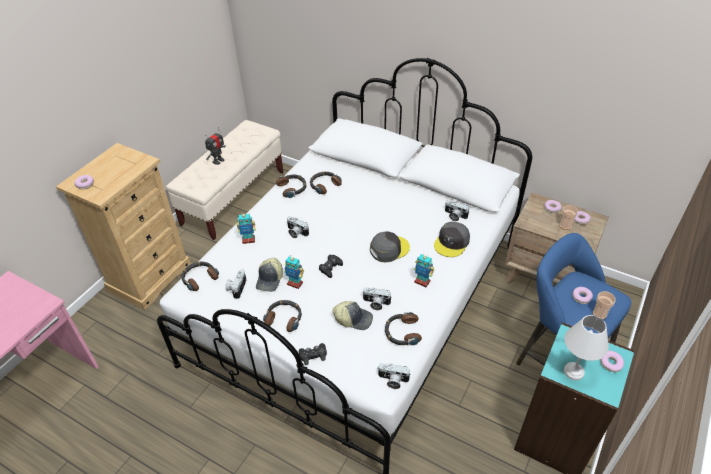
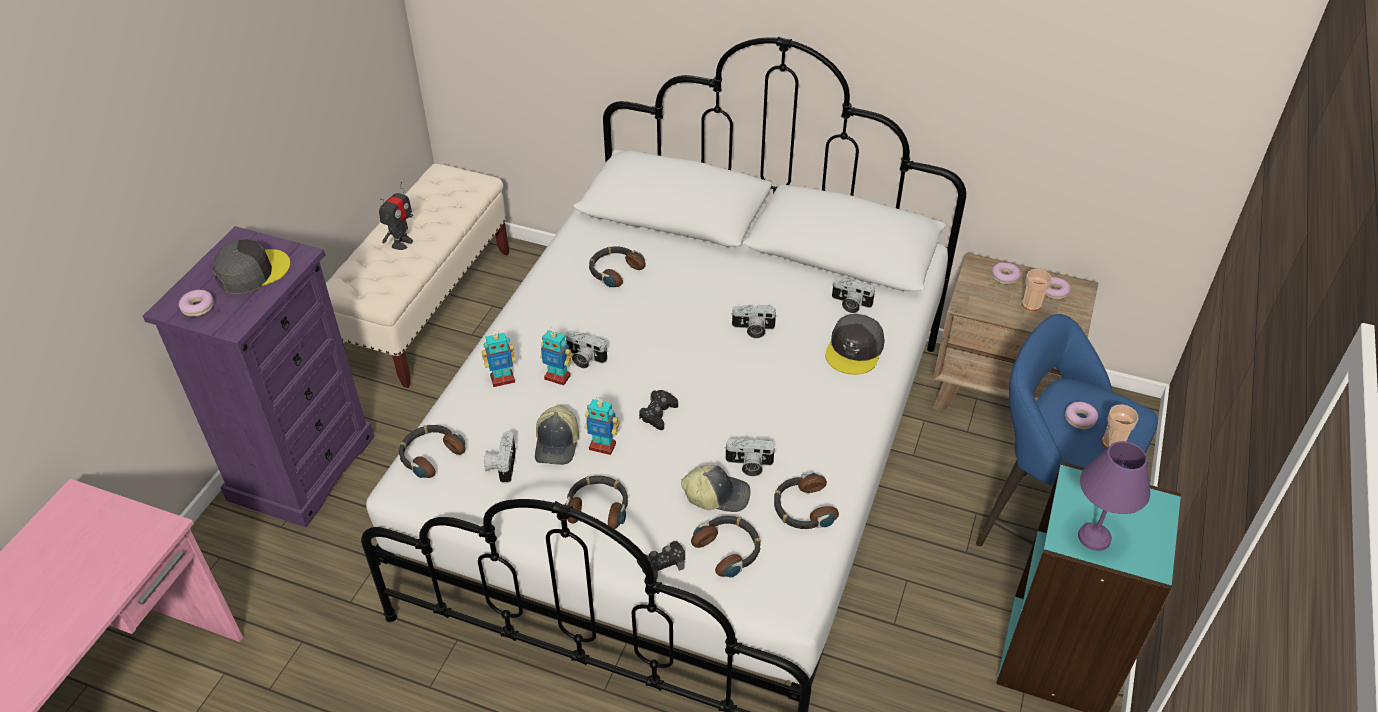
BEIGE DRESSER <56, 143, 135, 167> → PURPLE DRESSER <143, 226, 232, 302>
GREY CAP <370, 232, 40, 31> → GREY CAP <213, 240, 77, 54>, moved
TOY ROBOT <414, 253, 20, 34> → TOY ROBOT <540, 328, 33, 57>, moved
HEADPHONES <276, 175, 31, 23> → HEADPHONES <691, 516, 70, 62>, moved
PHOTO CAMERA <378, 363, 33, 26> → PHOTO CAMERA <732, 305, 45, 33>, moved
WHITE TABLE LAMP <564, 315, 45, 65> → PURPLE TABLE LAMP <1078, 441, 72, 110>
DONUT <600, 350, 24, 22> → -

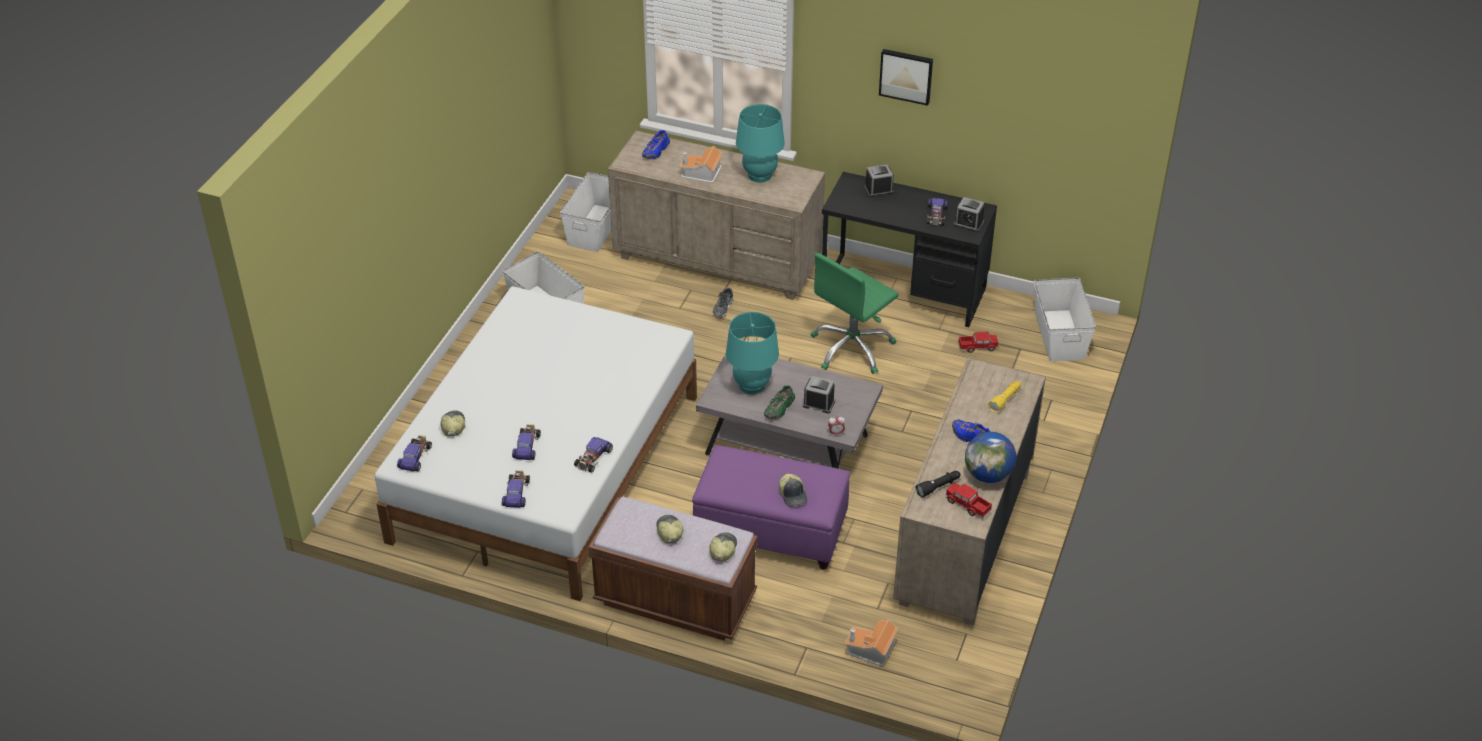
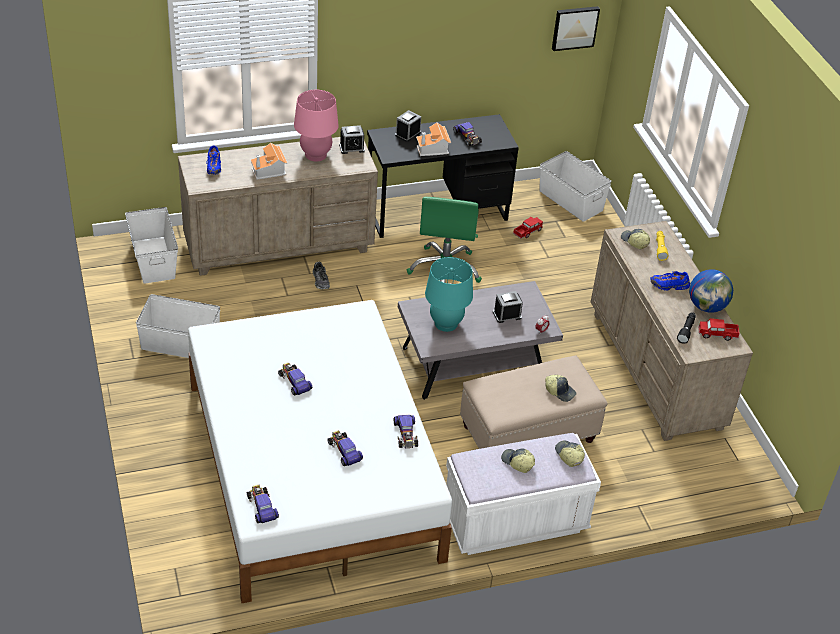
TOY CAR <502, 470, 28, 38> → TOY CAR <278, 362, 34, 33>, moved
TURQUOISE TABLE LAMP <736, 104, 49, 79> → PINK TABLE LAMP <294, 90, 45, 71>
ALARM CLOCK <954, 197, 31, 35> → ALARM CLOCK <339, 125, 26, 29>, moved
TOY HOUSE <845, 620, 54, 46> → TOY HOUSE <416, 122, 35, 34>, moved
BROWN BENCH <589, 497, 168, 144> → WHITE BENCH <446, 433, 155, 122>
PURPLE OTTOMAN <692, 445, 158, 125> → BEIGE OTTOMAN <460, 355, 148, 94>
PICTURE <879, 49, 54, 57> → PICTURE <552, 6, 48, 45>, moved
CAP <440, 410, 25, 26> → CAP <621, 229, 29, 20>, moved
GREEN SHOE <764, 385, 31, 35> → -

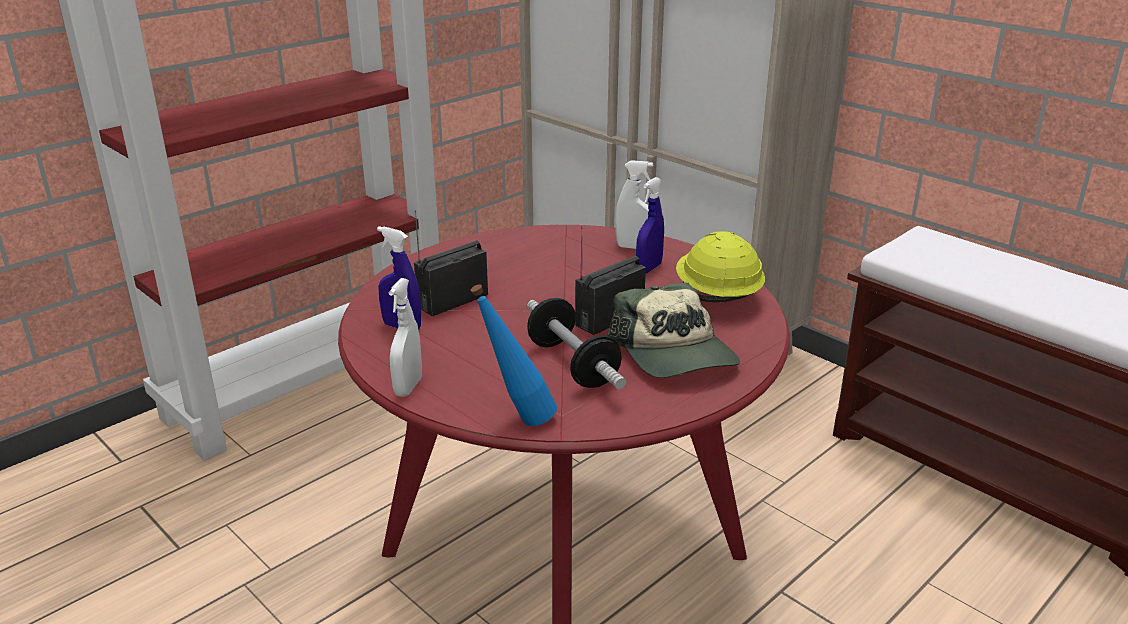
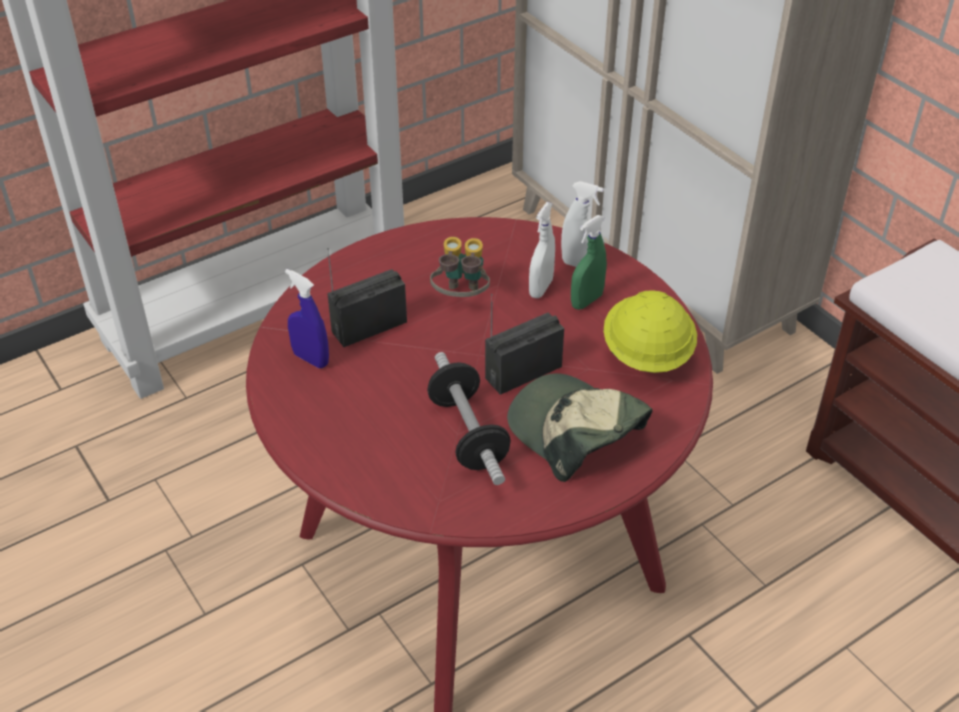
- → BINOCULARS <430, 237, 60, 60>
CAP <608, 282, 132, 96> → CAP <507, 373, 145, 109>, 150 degrees clockwise
WHITE SPRAY BOTTLE <389, 278, 33, 119> → WHITE SPRAY BOTTLE <529, 202, 26, 96>, moved
BLUE SPRAY BOTTLE <636, 177, 28, 96> → GREEN SPRAY BOTTLE <571, 215, 36, 95>
BLUE BOTTLE <470, 284, 87, 142> → -

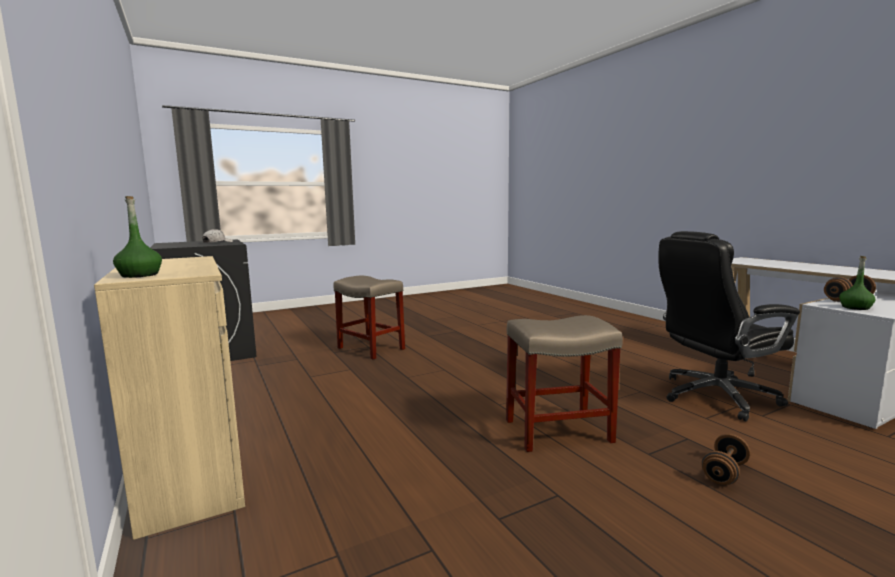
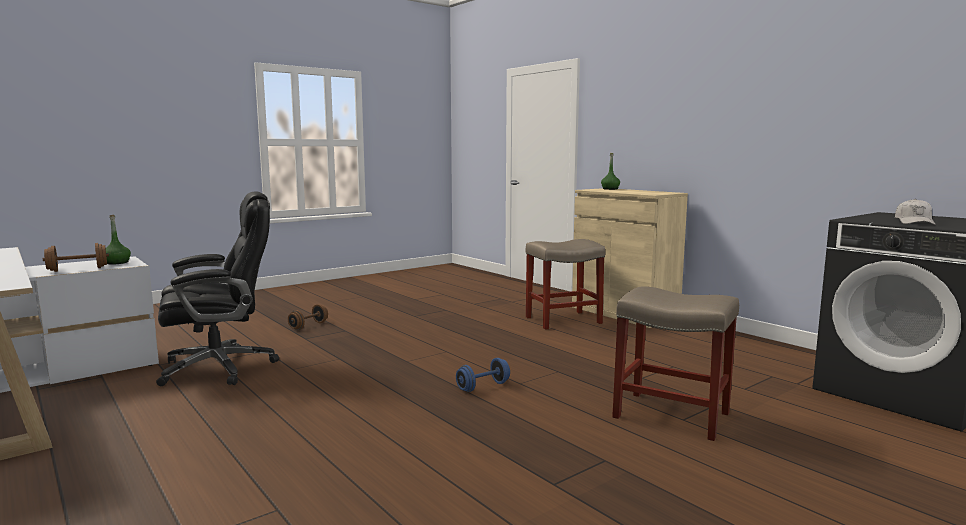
- → BLUE DUMBBELL <456, 358, 54, 34>
BEIGE STOOL <506, 315, 117, 137> → BEIGE STOOL <526, 239, 79, 91>, moved

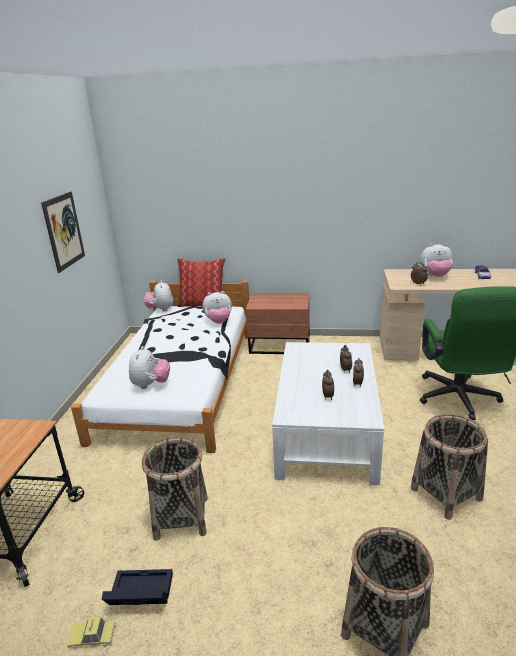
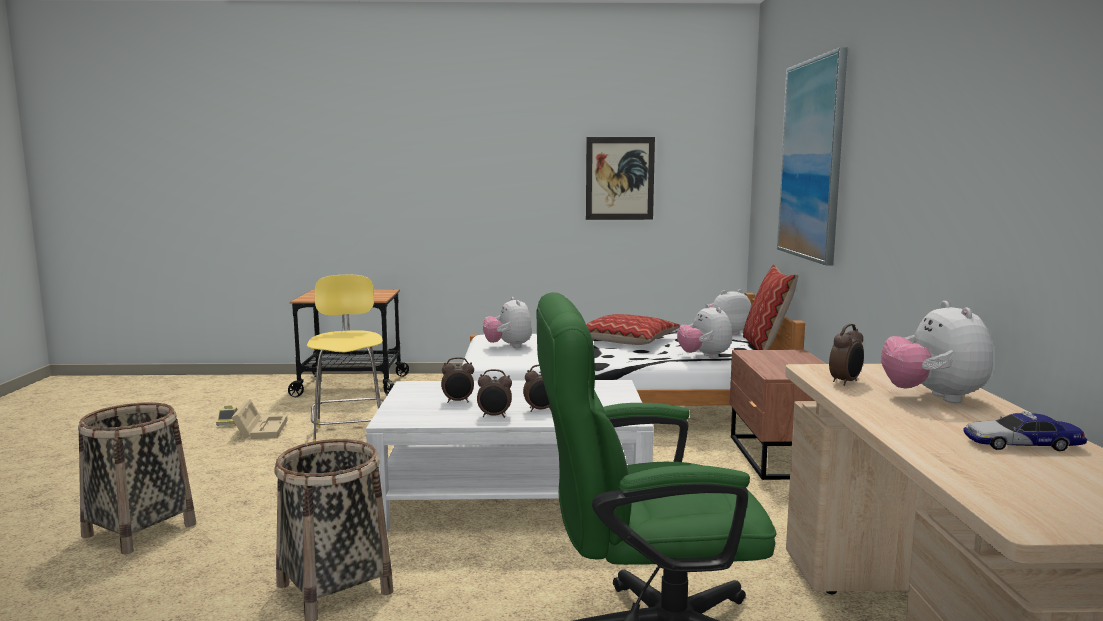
BLACK STORAGE BOX <102, 569, 71, 36> → BEIGE STORAGE BOX <231, 399, 57, 40>
BASKET <142, 436, 66, 105> → YELLOW STOOL <307, 275, 77, 167>
PLUSH TOY <129, 346, 41, 43> → PLUSH TOY <483, 297, 49, 51>, 75 degrees clockwise
- → PILLOW <586, 314, 94, 31>
- → PICTURE <777, 47, 71, 219>

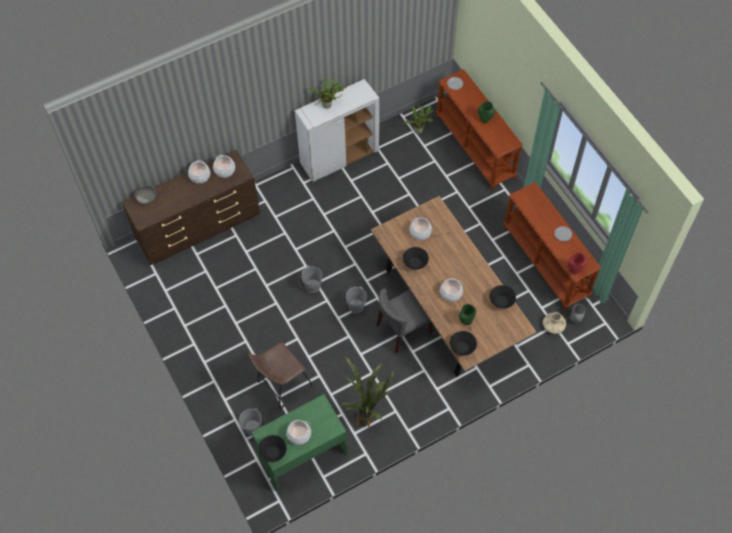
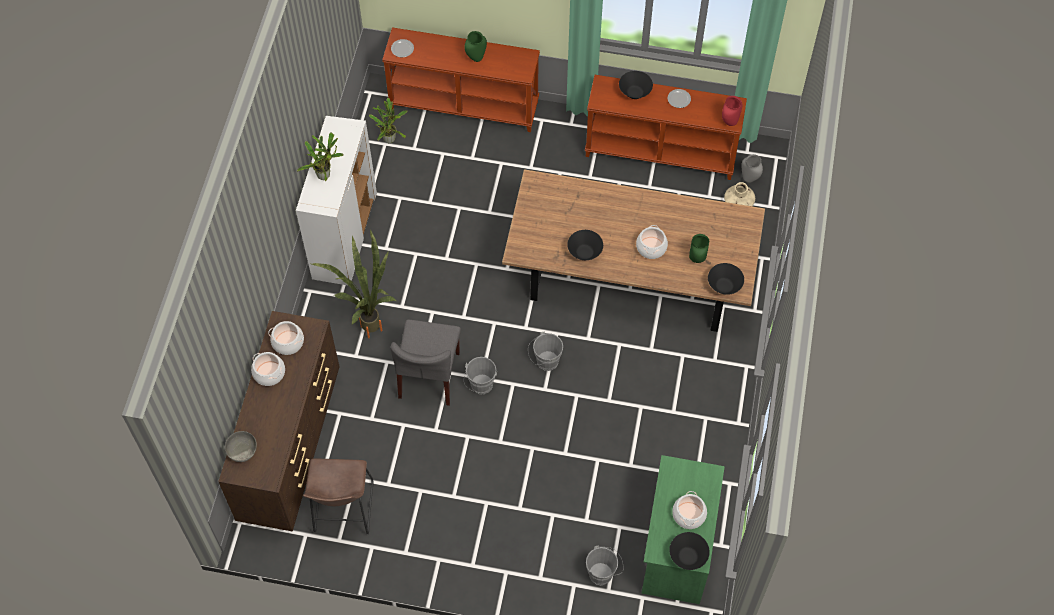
BROWN STOOL <249, 342, 63, 67> → BROWN STOOL <303, 458, 71, 76>, moved
POTTED PLANT <340, 357, 55, 71> → POTTED PLANT <312, 230, 84, 108>, moved
GREY CHAIR <376, 288, 57, 65> → GREY CHAIR <391, 320, 70, 86>, moved
BLACK BOWL <490, 285, 26, 24> → BLACK BOWL <619, 71, 34, 28>, moved
COOKING POT <409, 217, 23, 23> → -

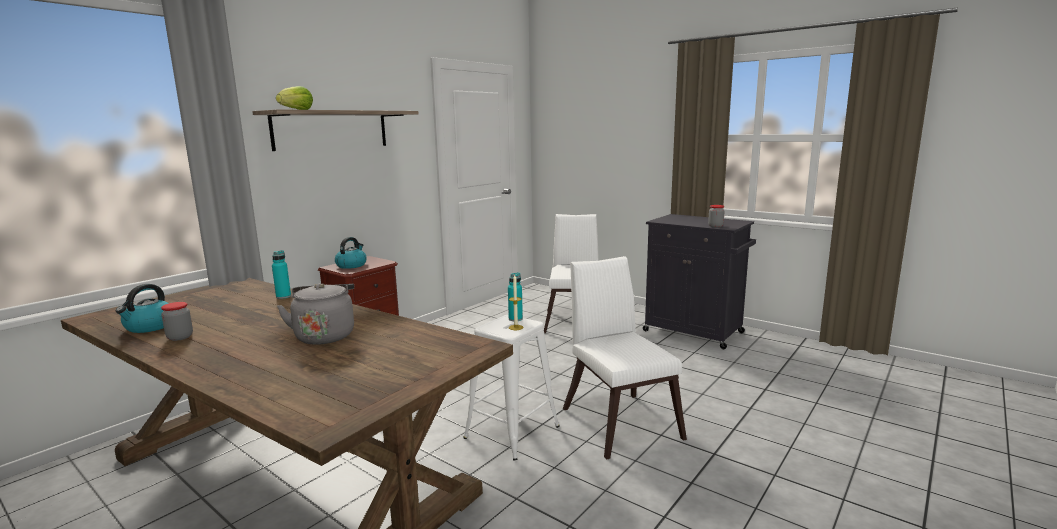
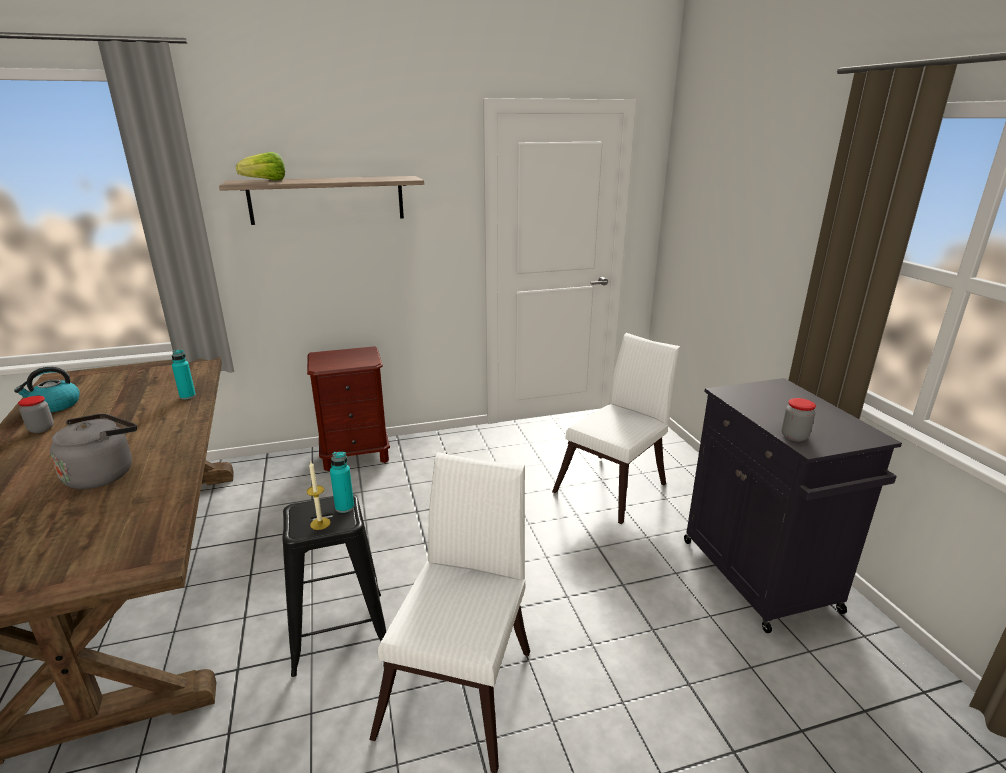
WHITE STOOL <463, 315, 97, 145> → BLACK STOOL <282, 494, 104, 183>
KETTLE <335, 237, 31, 32> → -

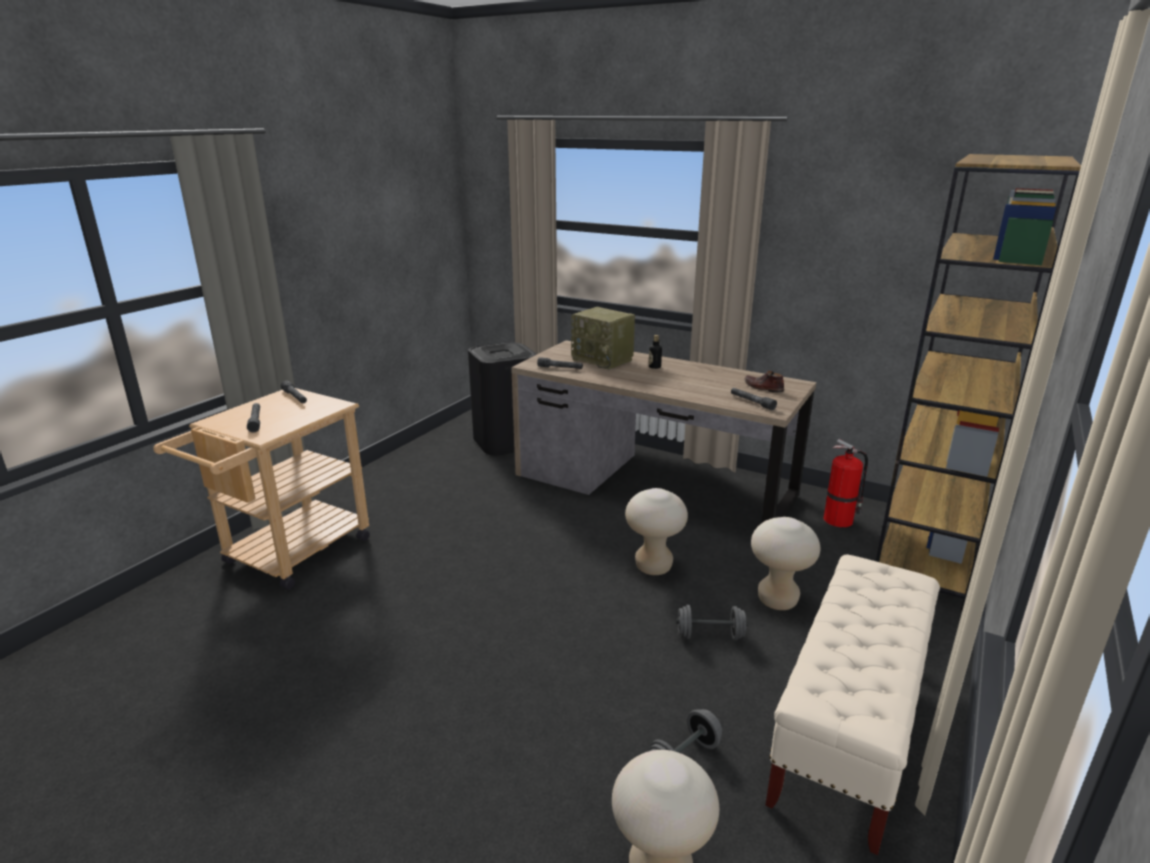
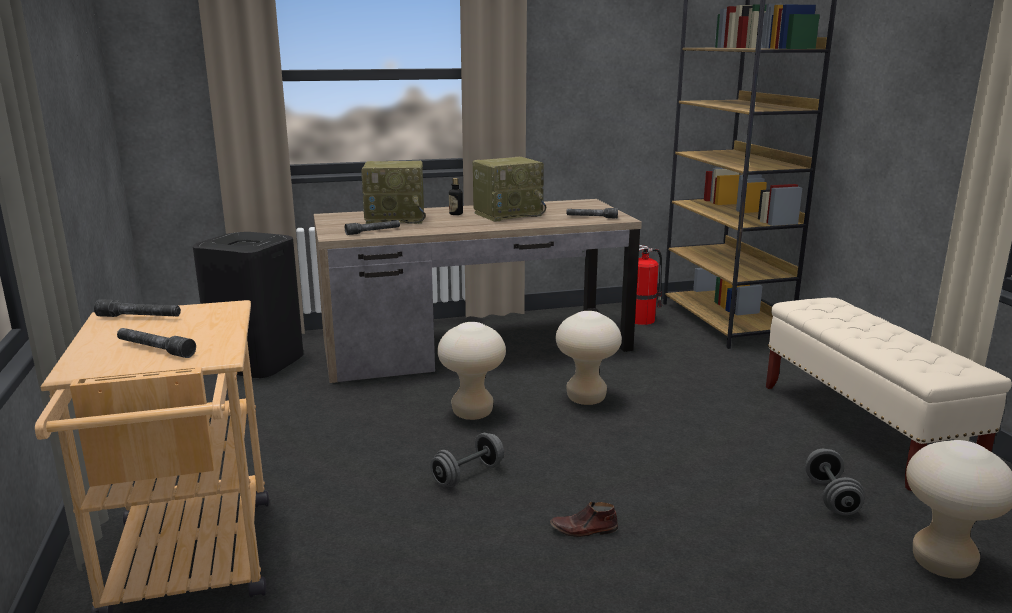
GREY DUMBBELL <676, 605, 72, 35> → GREY DUMBBELL <430, 433, 74, 54>, moved
BEIGE STOOL <751, 517, 69, 93> → BEIGE STOOL <437, 322, 69, 98>, moved
- → RADIO <472, 157, 74, 65>
BROWN SHOE <744, 371, 40, 22> → BROWN SHOE <550, 502, 68, 35>, moved

